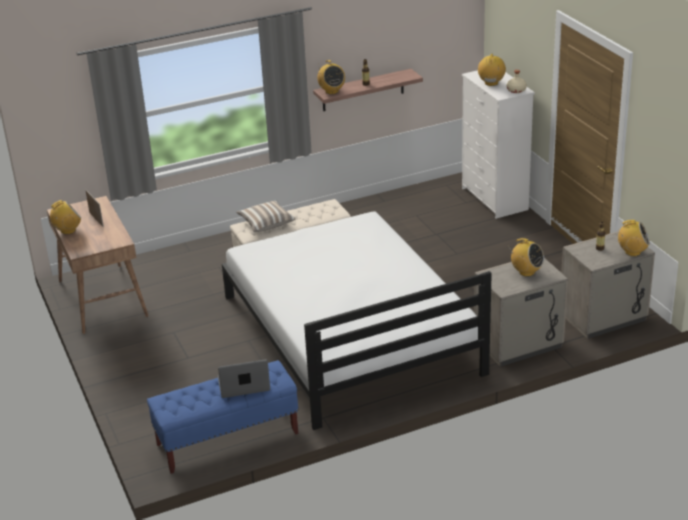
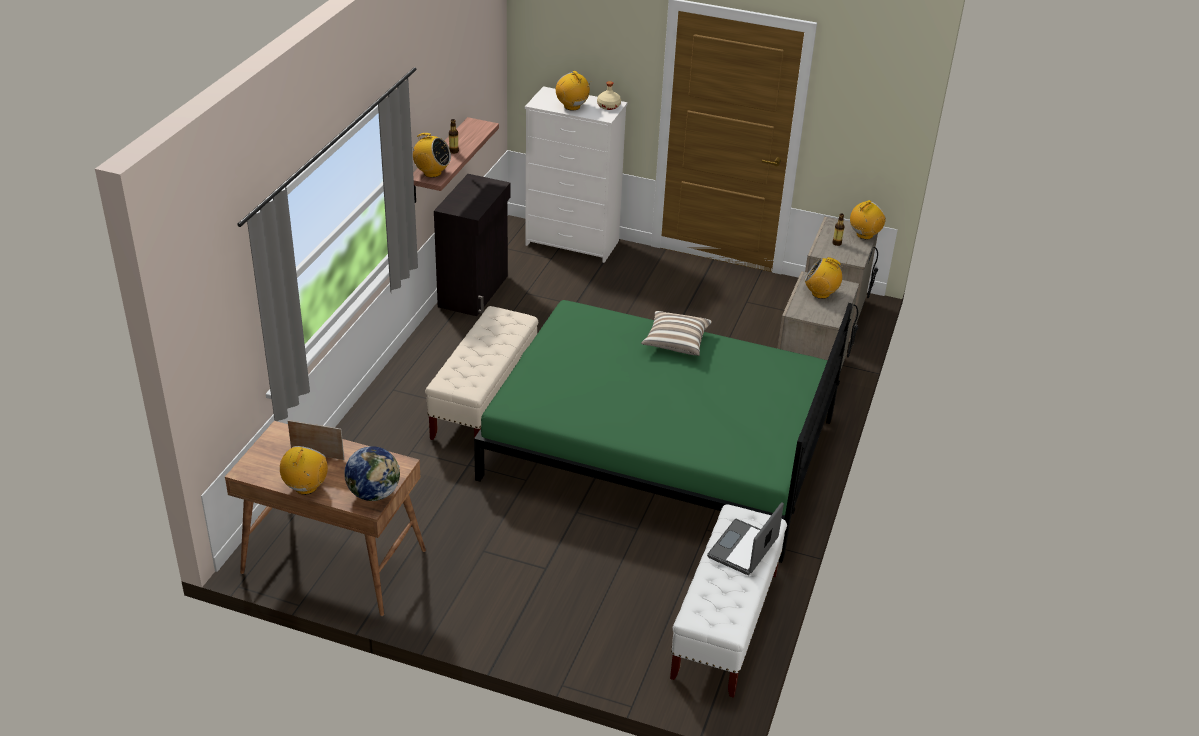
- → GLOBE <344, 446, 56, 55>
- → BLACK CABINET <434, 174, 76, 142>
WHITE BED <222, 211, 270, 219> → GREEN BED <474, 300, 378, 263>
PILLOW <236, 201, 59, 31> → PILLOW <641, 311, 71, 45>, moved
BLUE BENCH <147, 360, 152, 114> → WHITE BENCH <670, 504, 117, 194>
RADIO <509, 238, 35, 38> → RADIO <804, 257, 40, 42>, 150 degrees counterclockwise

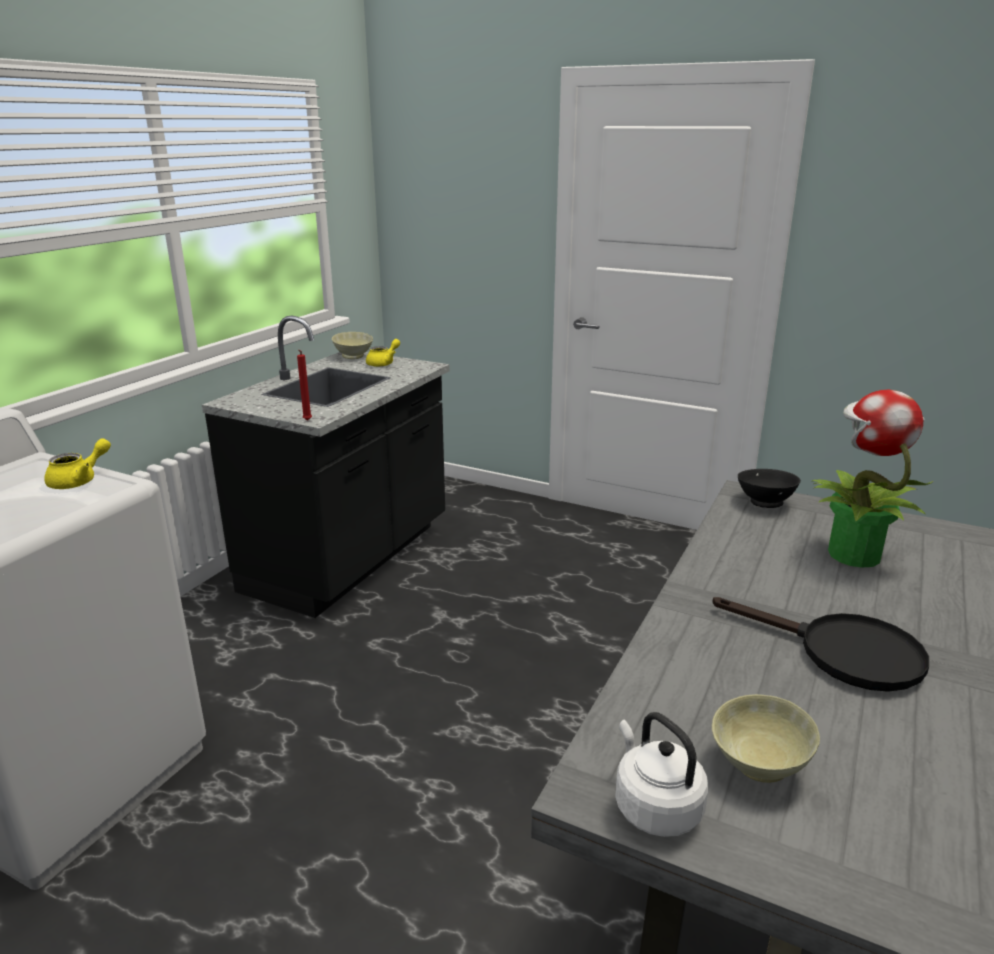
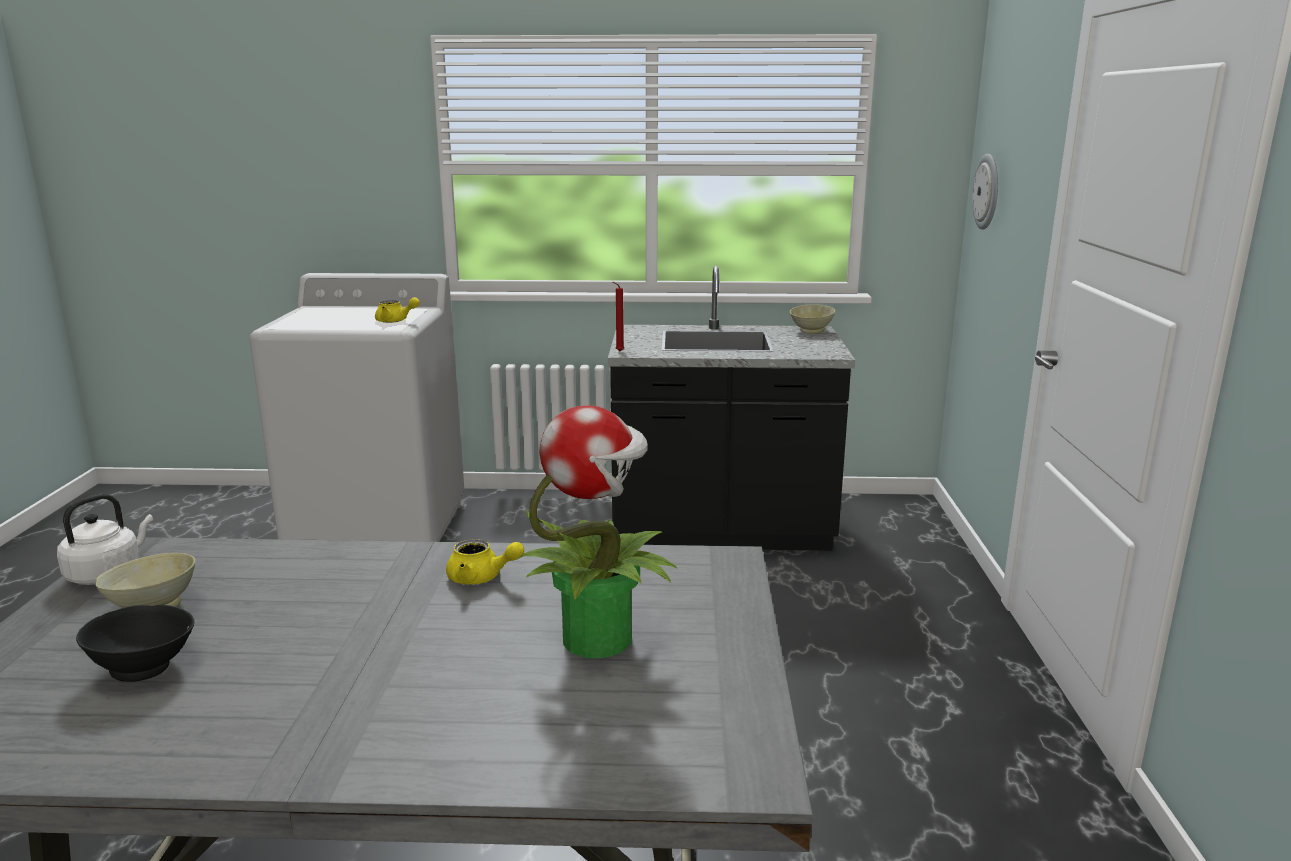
BLACK BOWL <738, 469, 63, 39> → BLACK BOWL <76, 605, 118, 77>, moved
YELLOW TEAPOT <366, 339, 34, 28> → YELLOW TEAPOT <446, 539, 78, 46>, moved
- → WALL CLOCK <972, 154, 26, 76>
BLACK FRYING PAN <713, 597, 216, 95> → -

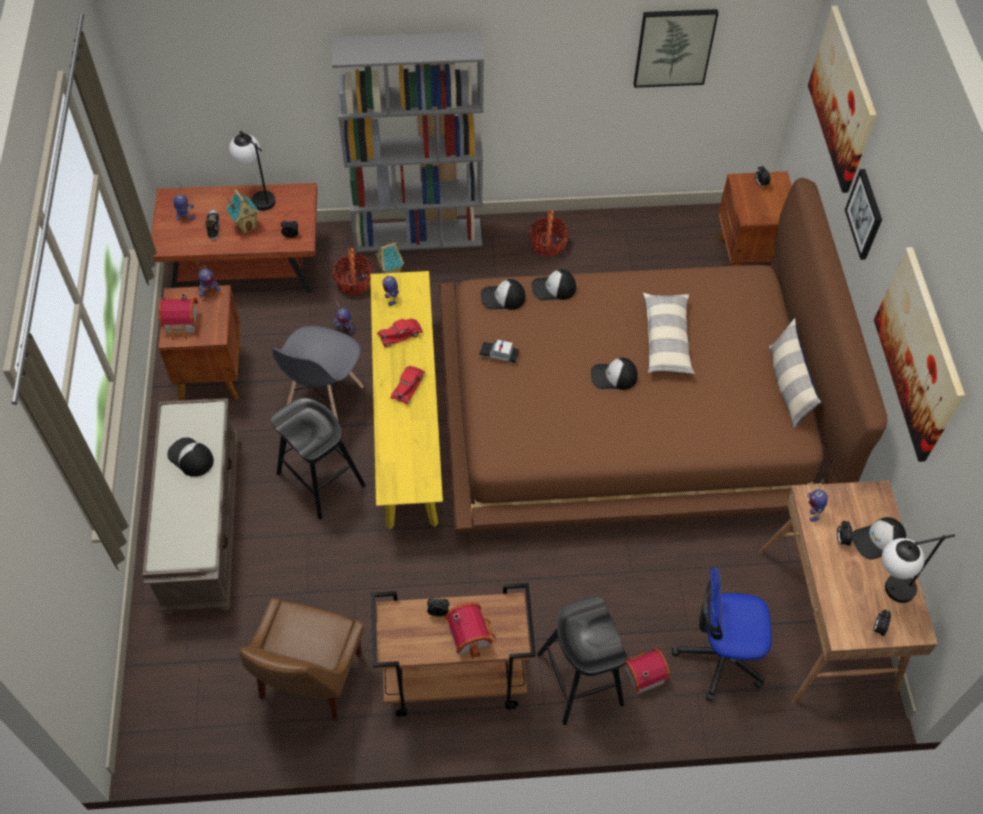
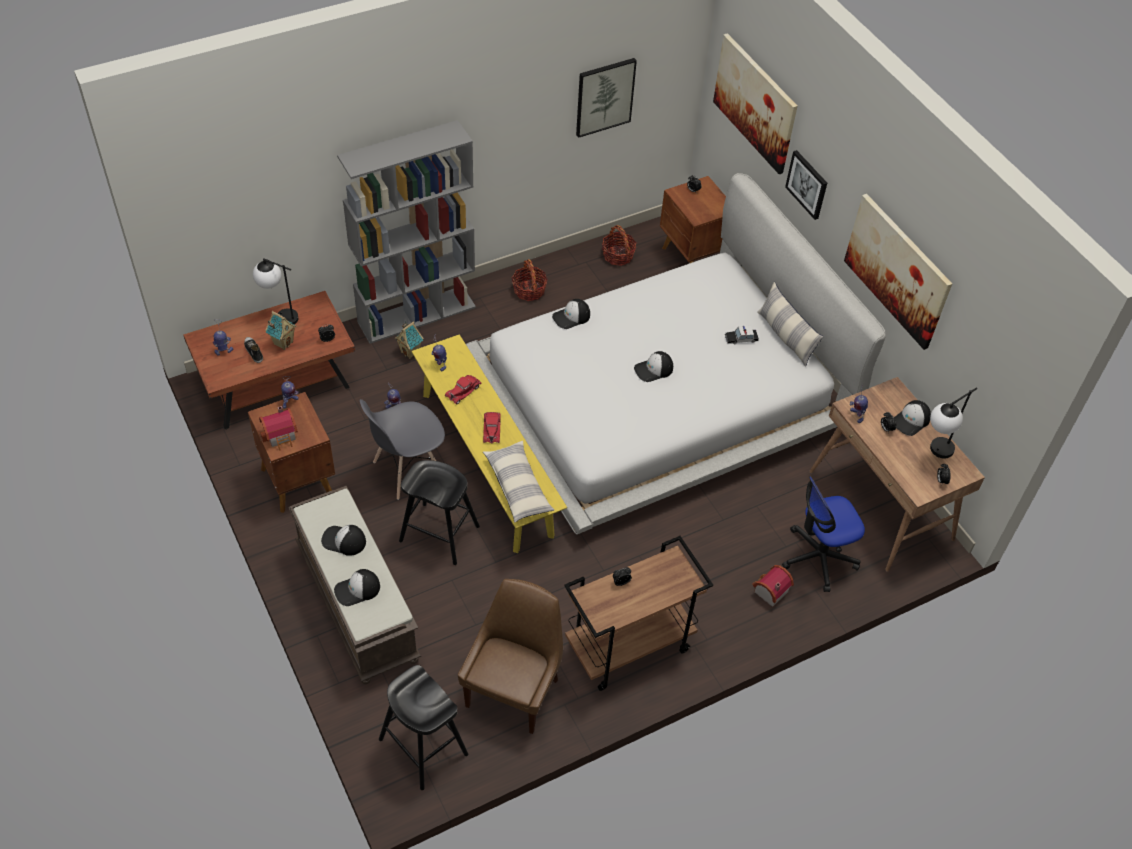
CAP <481, 279, 44, 31> → CAP <334, 569, 46, 37>, moved
GREY CHAIR <272, 326, 91, 94> → GREY CHAIR <360, 399, 85, 101>, 60 degrees clockwise
BLACK STOOL <537, 596, 90, 129> → BLACK STOOL <379, 665, 89, 125>, moved
BROWN CHAIR <240, 598, 124, 122> → BROWN CHAIR <458, 579, 105, 155>, 150 degrees counterclockwise
BROWN BED <439, 178, 448, 355> → WHITE BED <466, 173, 420, 362>
PILLOW <643, 293, 52, 81> → PILLOW <483, 441, 71, 82>, moved
BASKET <333, 248, 41, 48> → BASKET <602, 225, 35, 41>, moved
TOY CAR <479, 340, 40, 23> → TOY CAR <725, 326, 34, 18>, moved
TOY HOUSE <445, 602, 51, 57> → -

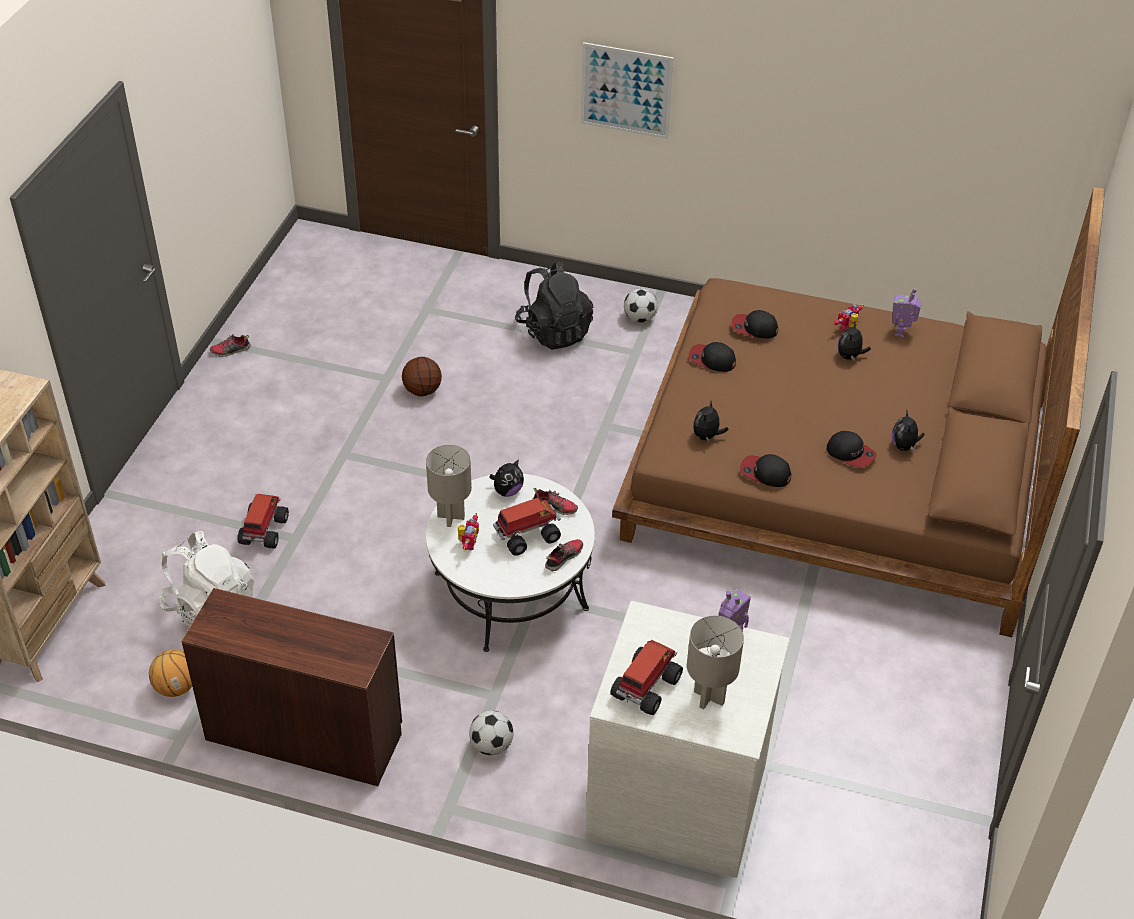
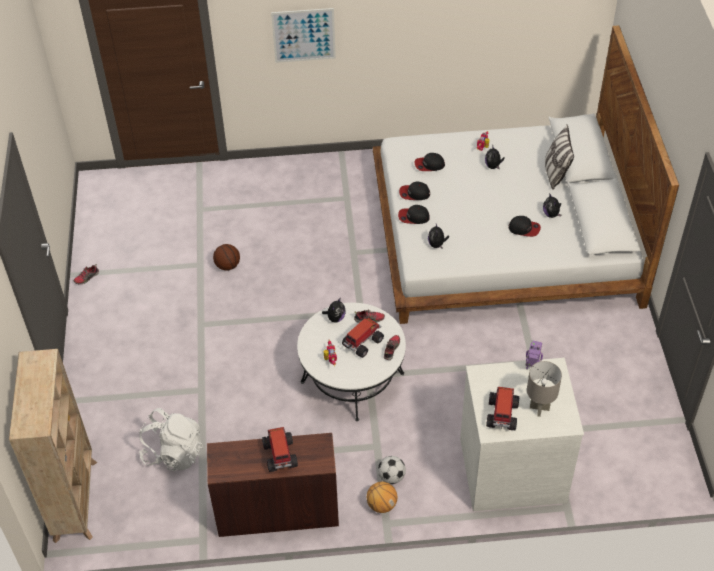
TOY TRUCK <238, 494, 51, 54> → TOY TRUCK <262, 427, 36, 45>, moved
BASKETBALL <149, 650, 43, 47> → BASKETBALL <367, 482, 30, 31>, moved
BROWN BED <612, 187, 493, 450> → WHITE BED <373, 26, 306, 298>
CAP <740, 454, 51, 33> → CAP <398, 205, 32, 19>, moved
- → PILLOW <545, 124, 29, 66>
GREY TABLE LAMP <426, 445, 46, 82> → -
BLACK BACKPACK <515, 262, 78, 88> → -
FOOTBALL <624, 288, 34, 35> → -
TOY ROBOT <892, 288, 30, 50> → -

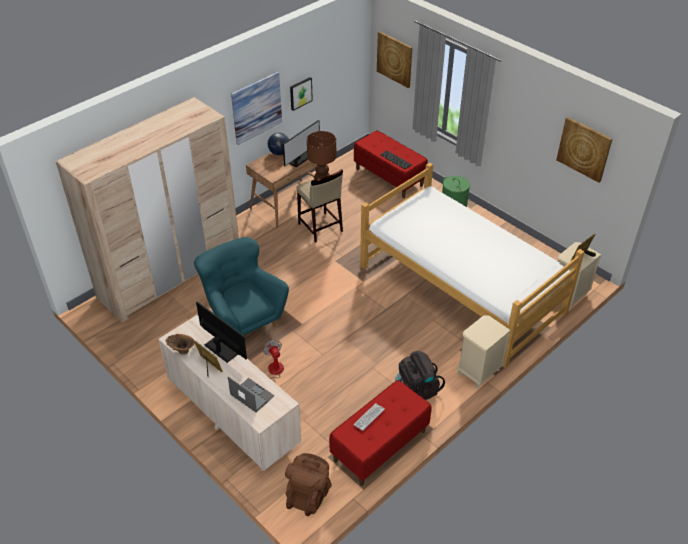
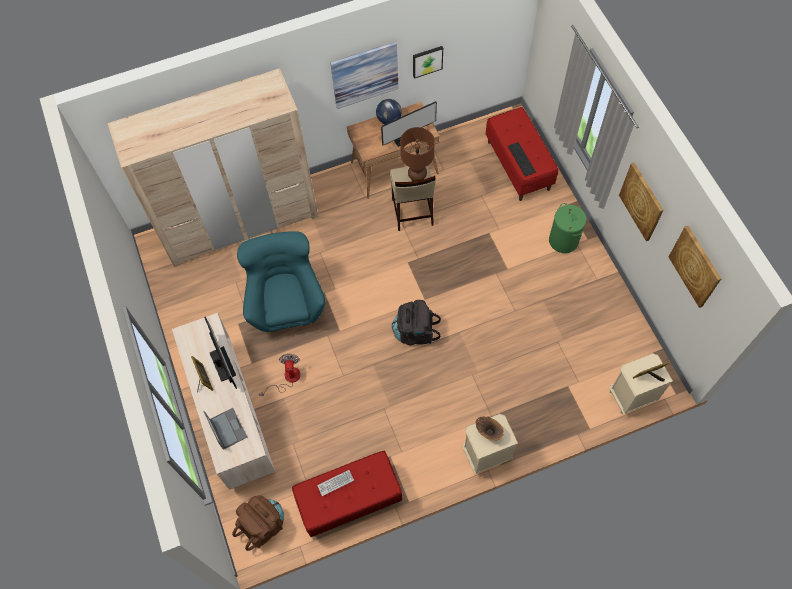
BLACK BACKPACK <395, 351, 50, 49> → BLACK BACKPACK <392, 300, 49, 45>, moved
BROWN VASE <166, 334, 28, 20> → BROWN VASE <475, 416, 29, 25>, moved
PICTURE <377, 31, 36, 57> → PICTURE <619, 163, 45, 78>, moved
BED <360, 163, 225, 205> → -

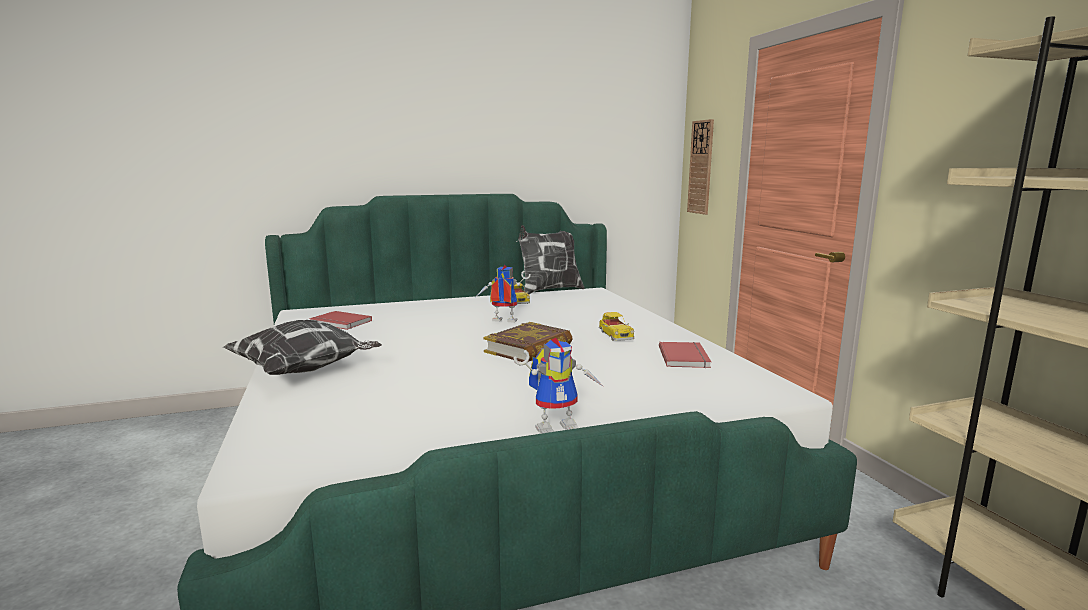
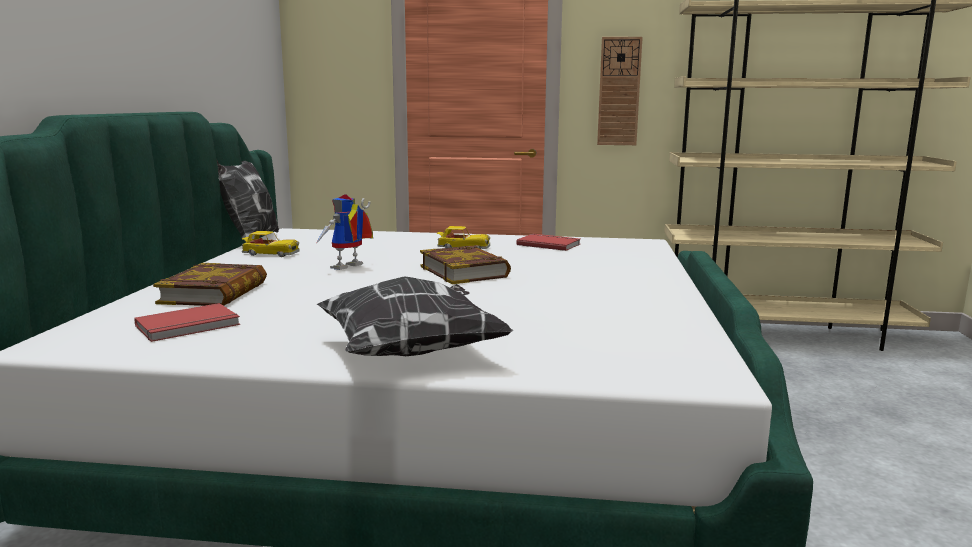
- → BOOK <153, 263, 114, 43>
WALL CLOCK <687, 119, 27, 96> → WALL CLOCK <597, 37, 46, 108>, moved
TOY ROBOT <513, 338, 91, 96> → -

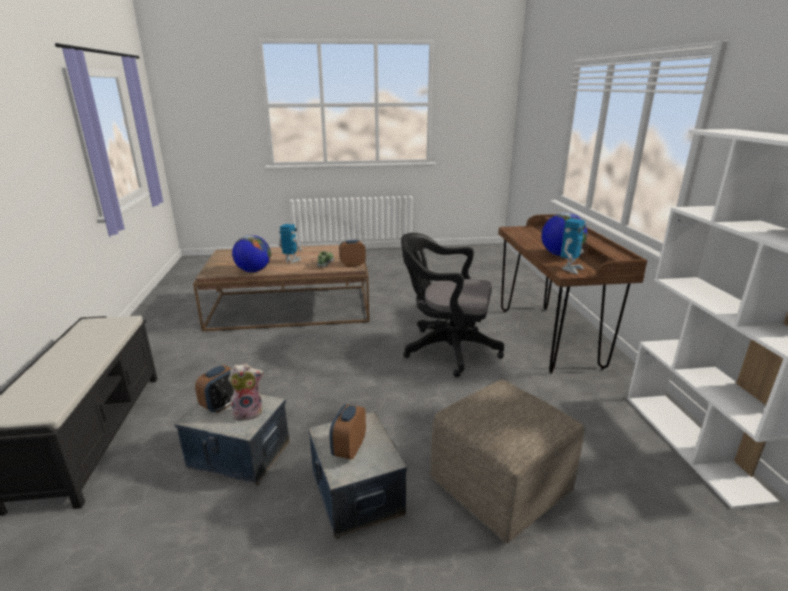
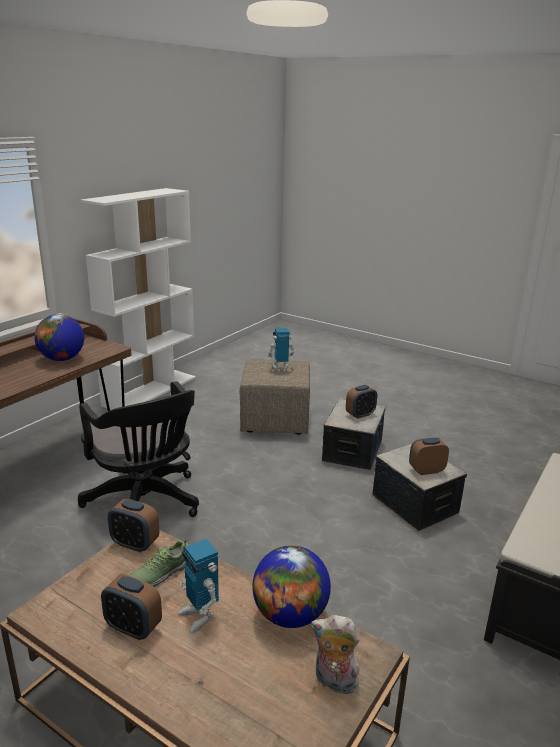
- → ALARM CLOCK <101, 574, 61, 66>
TOY ROBOT <560, 218, 26, 56> → TOY ROBOT <268, 328, 27, 44>, moved
PLUSH TOY <228, 363, 36, 58> → PLUSH TOY <311, 615, 50, 79>, moved

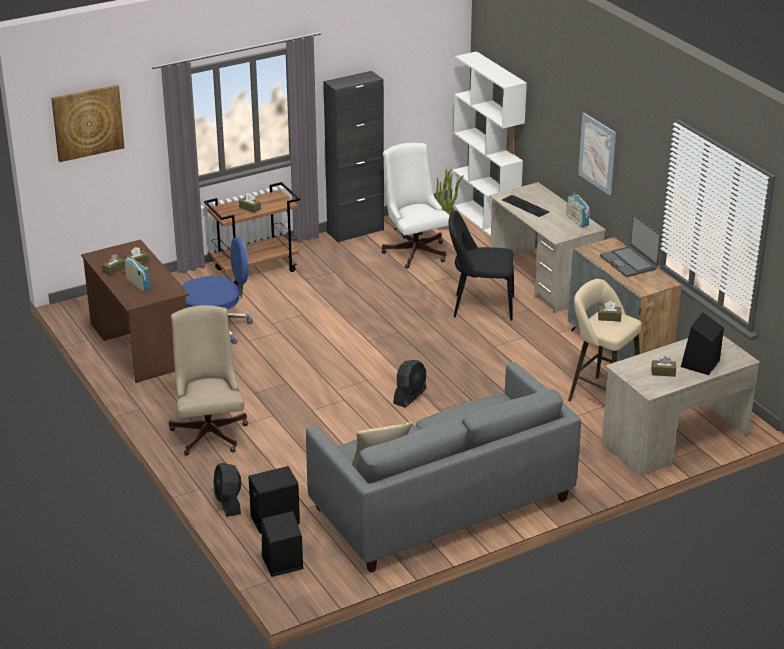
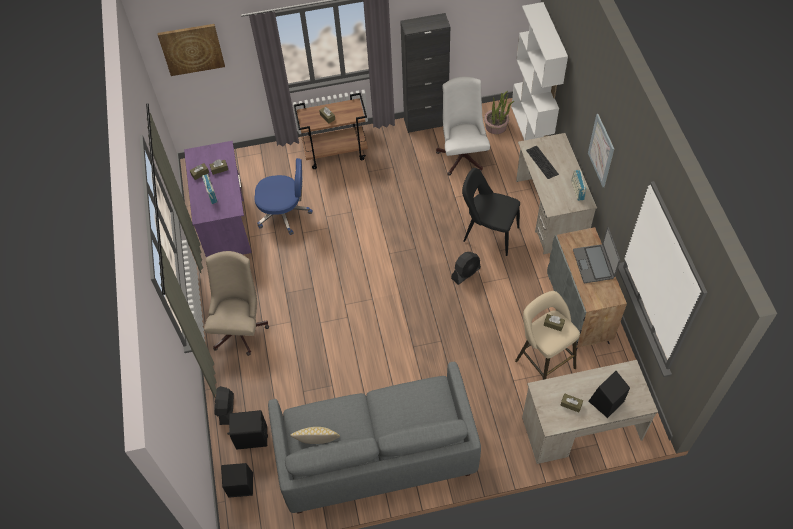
BROWN DESK <81, 239, 108, 144> → PURPLE DESK <184, 141, 68, 116>
BLACK FAN <393, 360, 34, 48> → BLACK FAN <451, 252, 30, 33>, moved

